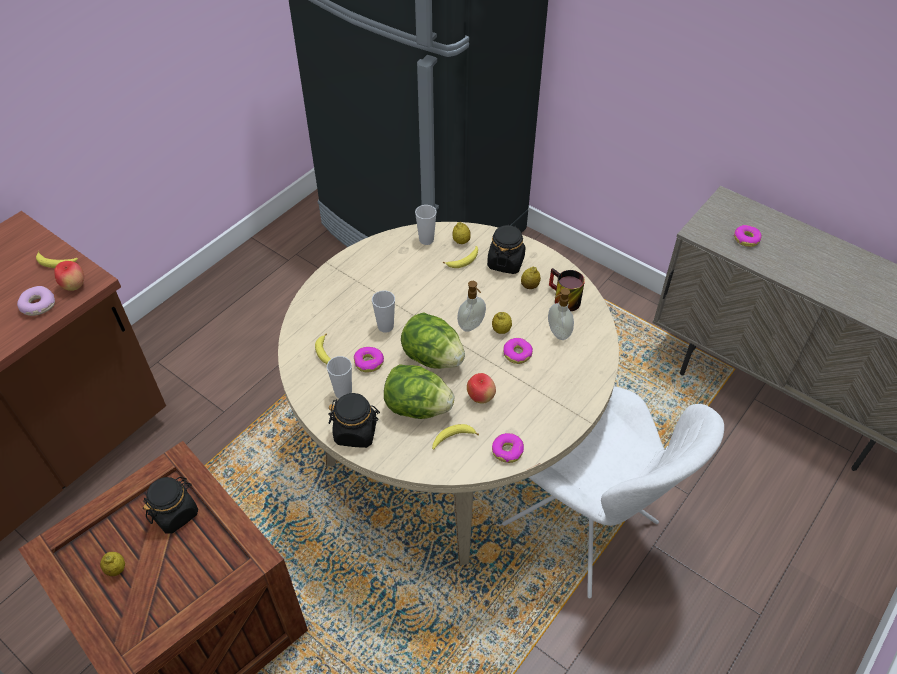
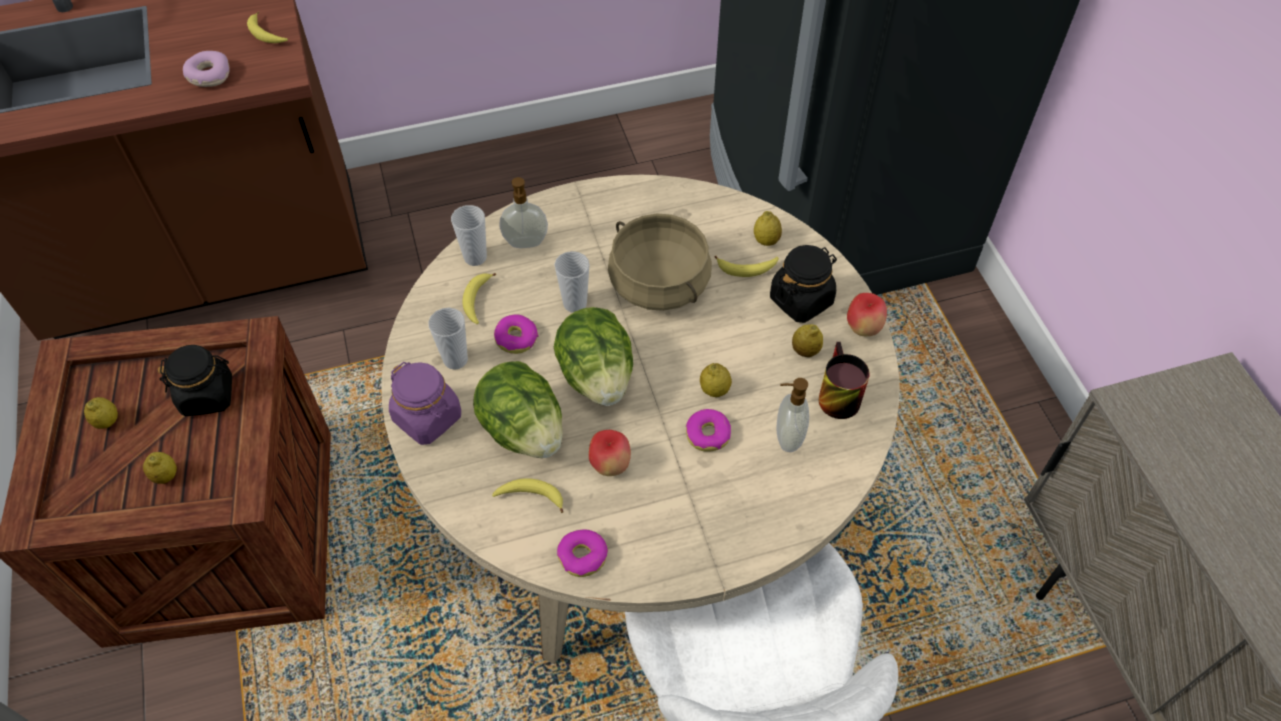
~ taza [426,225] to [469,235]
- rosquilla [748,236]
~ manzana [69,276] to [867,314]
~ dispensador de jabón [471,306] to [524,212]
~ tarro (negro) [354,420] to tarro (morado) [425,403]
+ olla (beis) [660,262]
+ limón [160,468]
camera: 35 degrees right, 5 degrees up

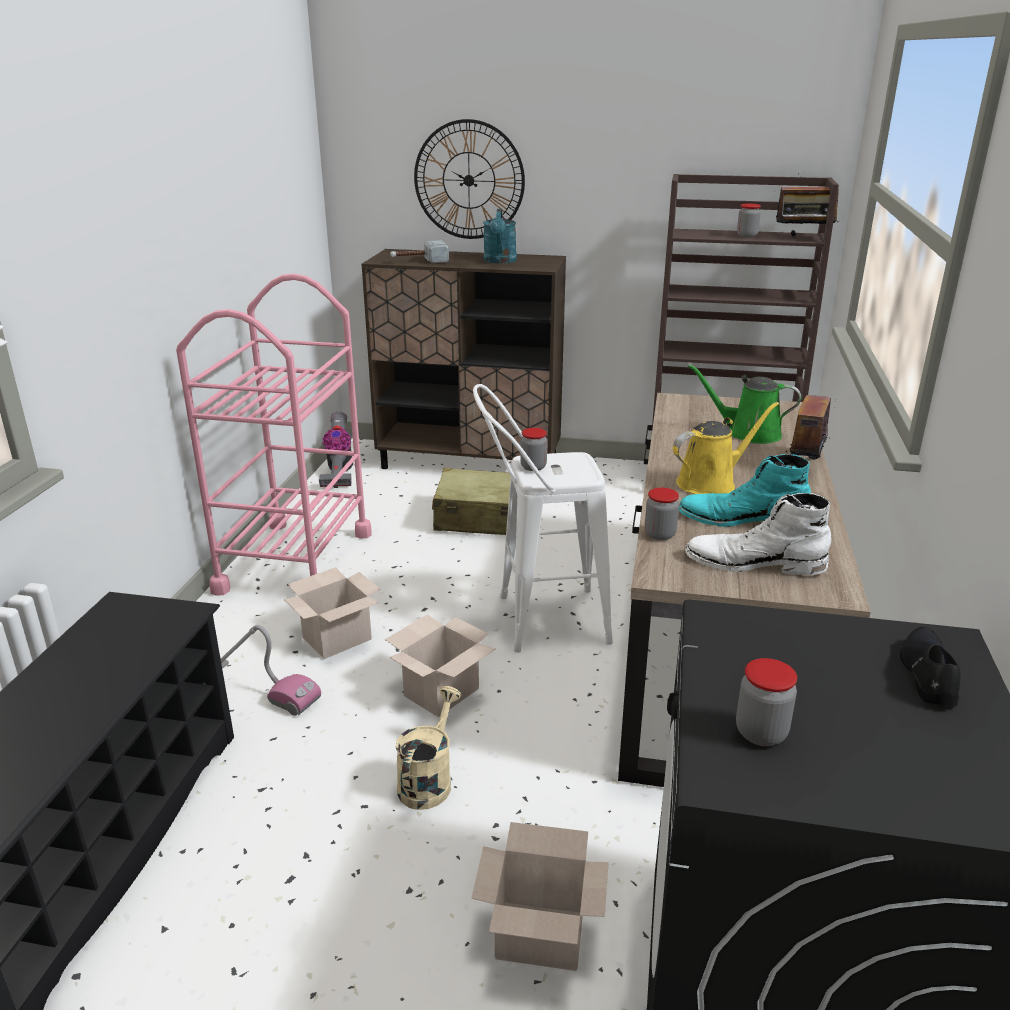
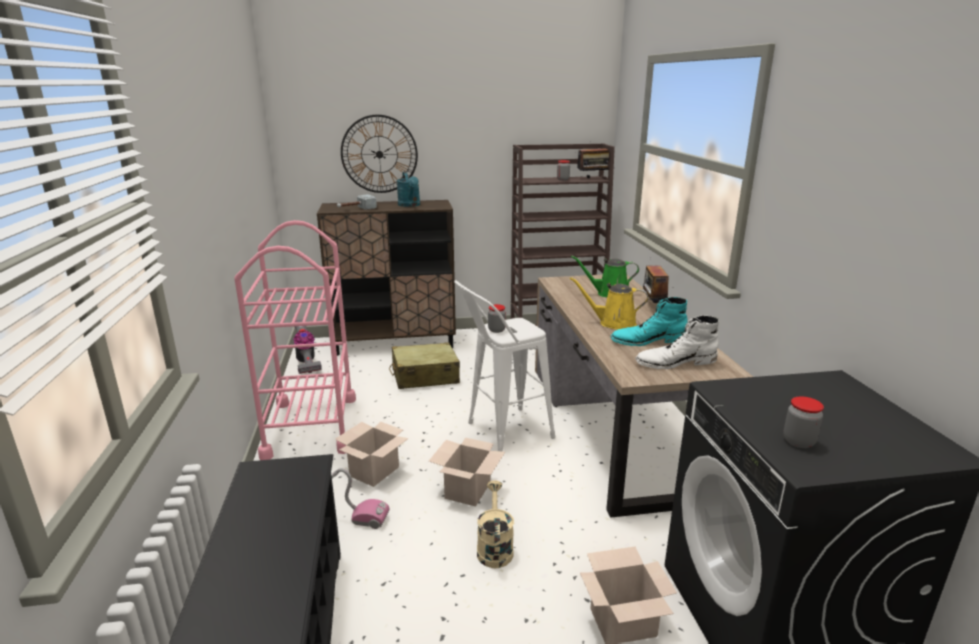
~ regadera (amarillo) [726,448] = [609,303] 120 degrees counterclockwise
- tarro [662,514]
- zapato (negro) [930,666]
camera: 20 degrees left, 5 degrees down

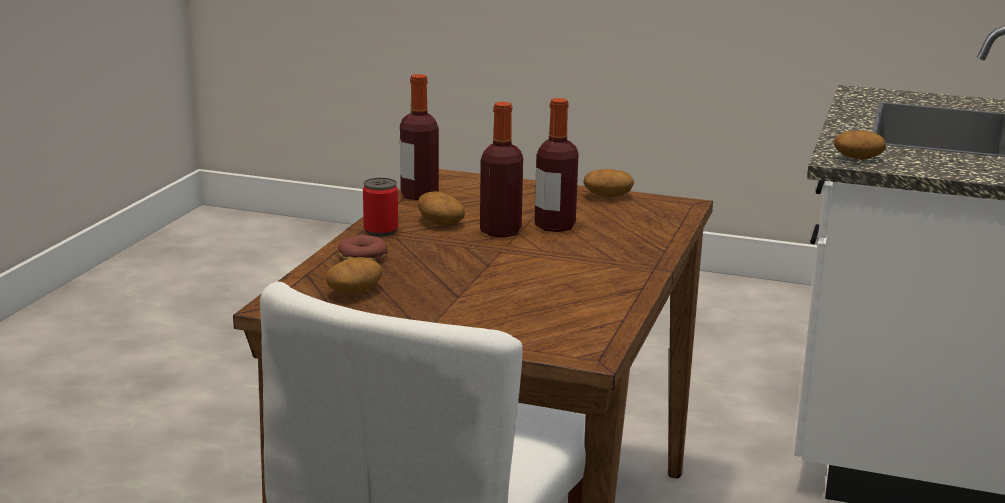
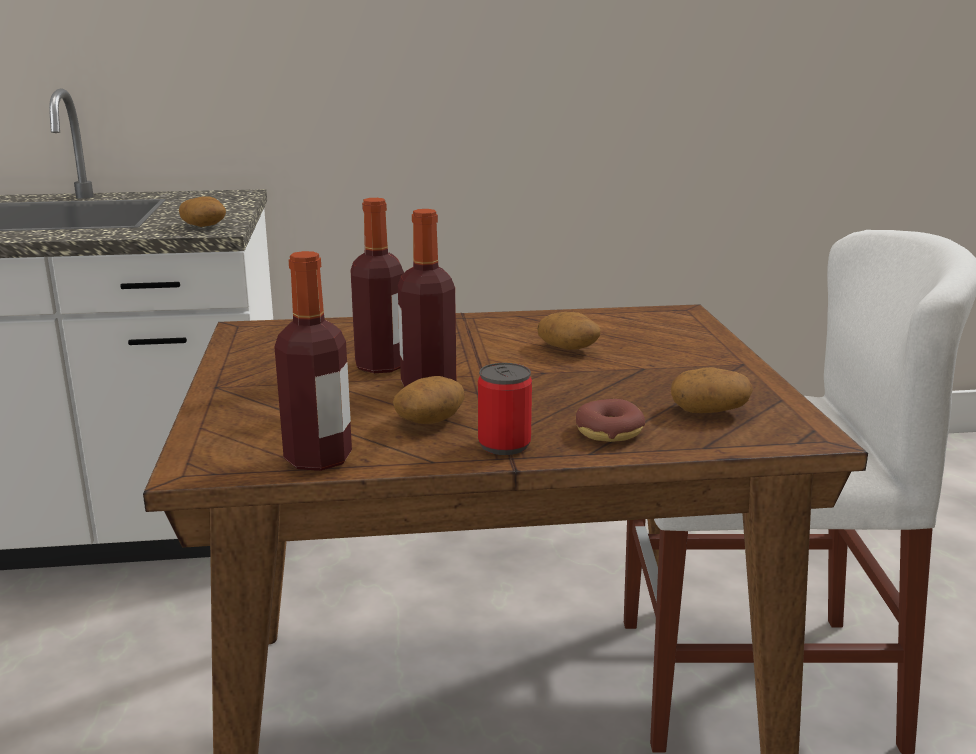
~ patata [608,183] to [568,331]
camera: 115 degrees left, 0 degrees up

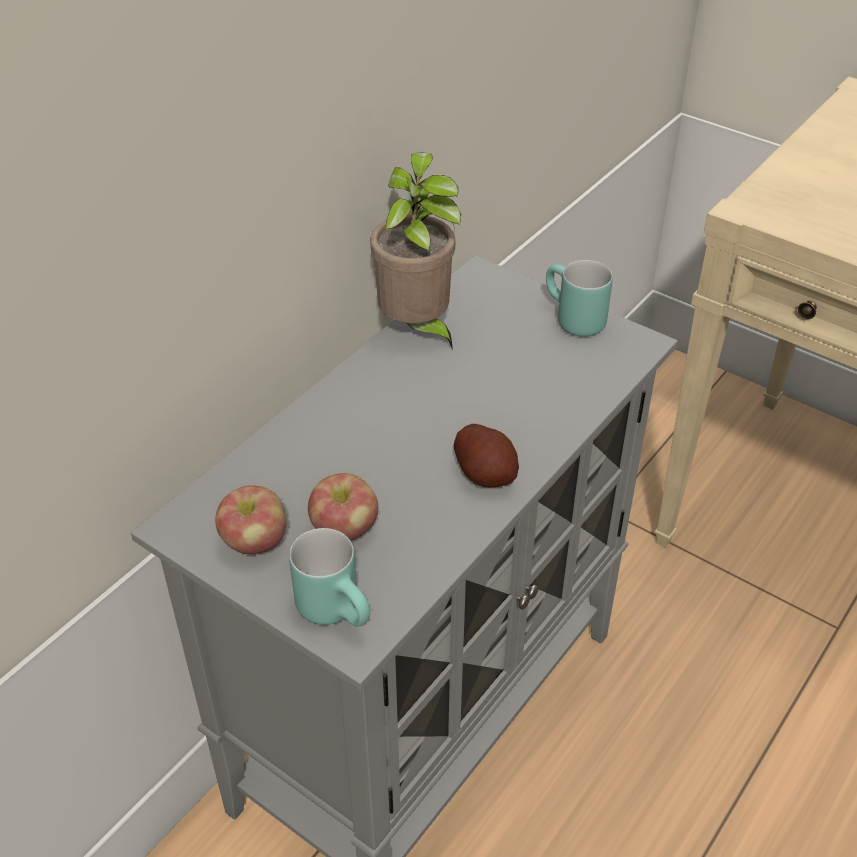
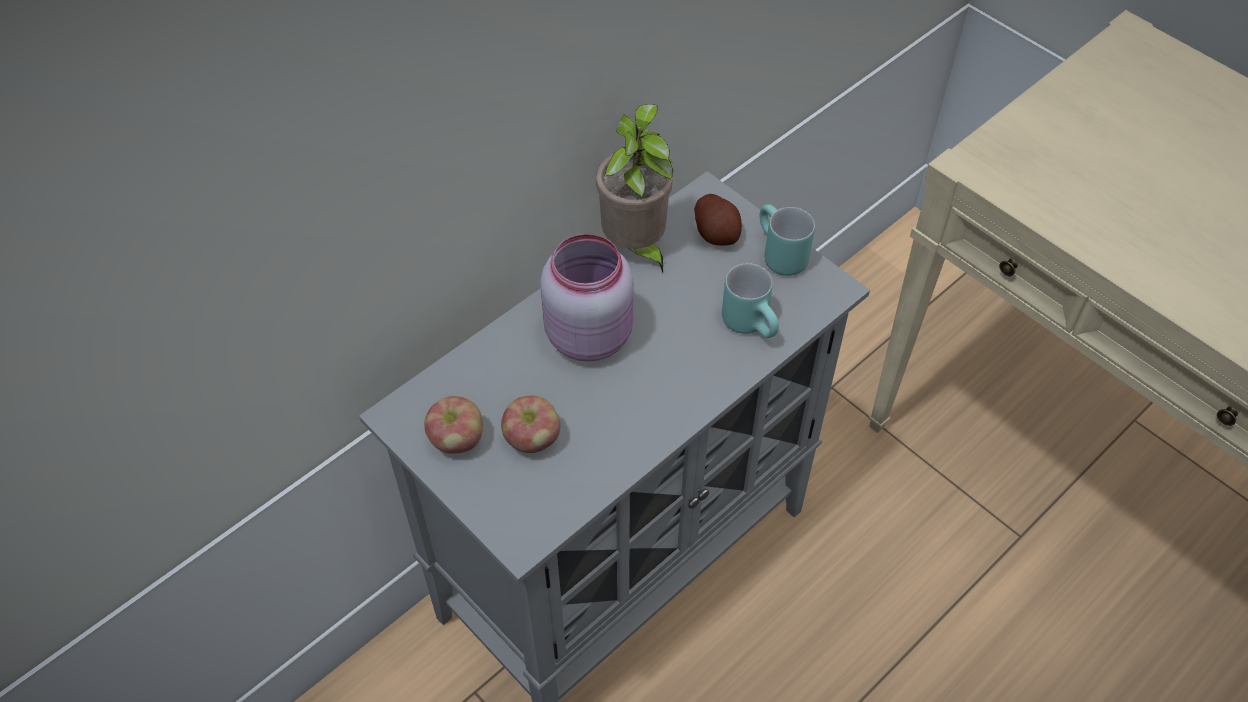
~ patata [486,455] to [718,220]
~ taza grande (turquesa) [329,577] to [750,300]
+ tarro (rosa) [587,298]
camera: 10 degrees right, 10 degrees up

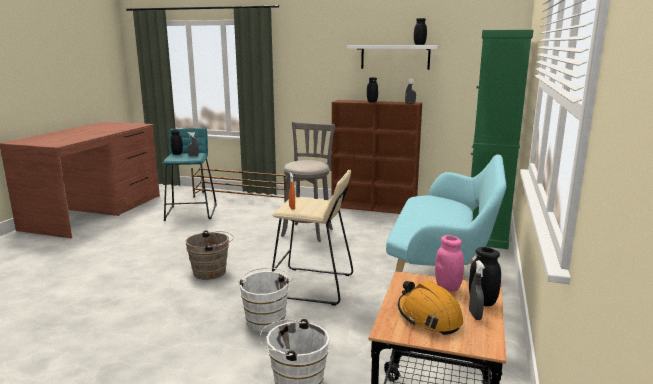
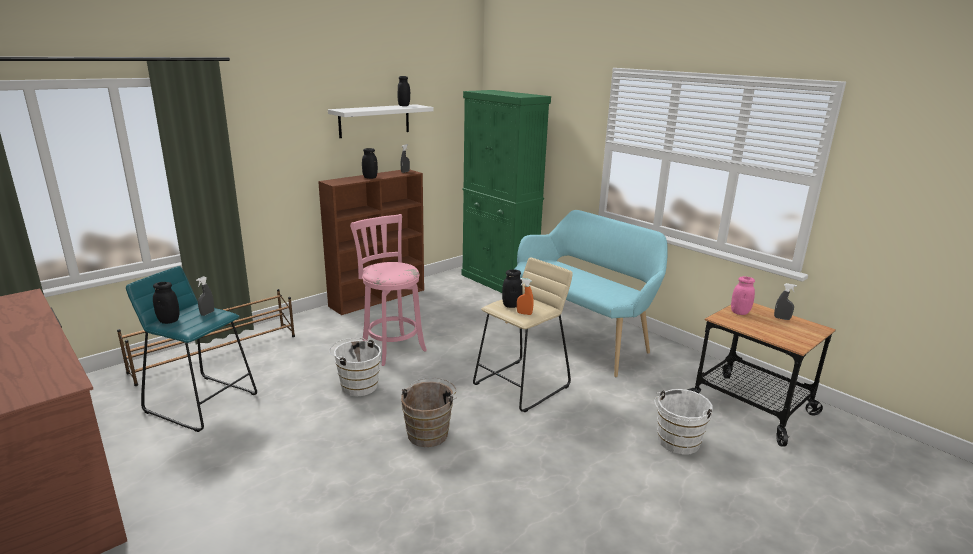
~ taburete (gris) [308,182] to taburete (rosa) [388,290]
~ tarro (negro) [485,276] to [512,288]
~ cubo (blanco) [265,300] to [355,367]
- casco (naranja) [431,308]
camera: 60 degrees left, 5 degrees up

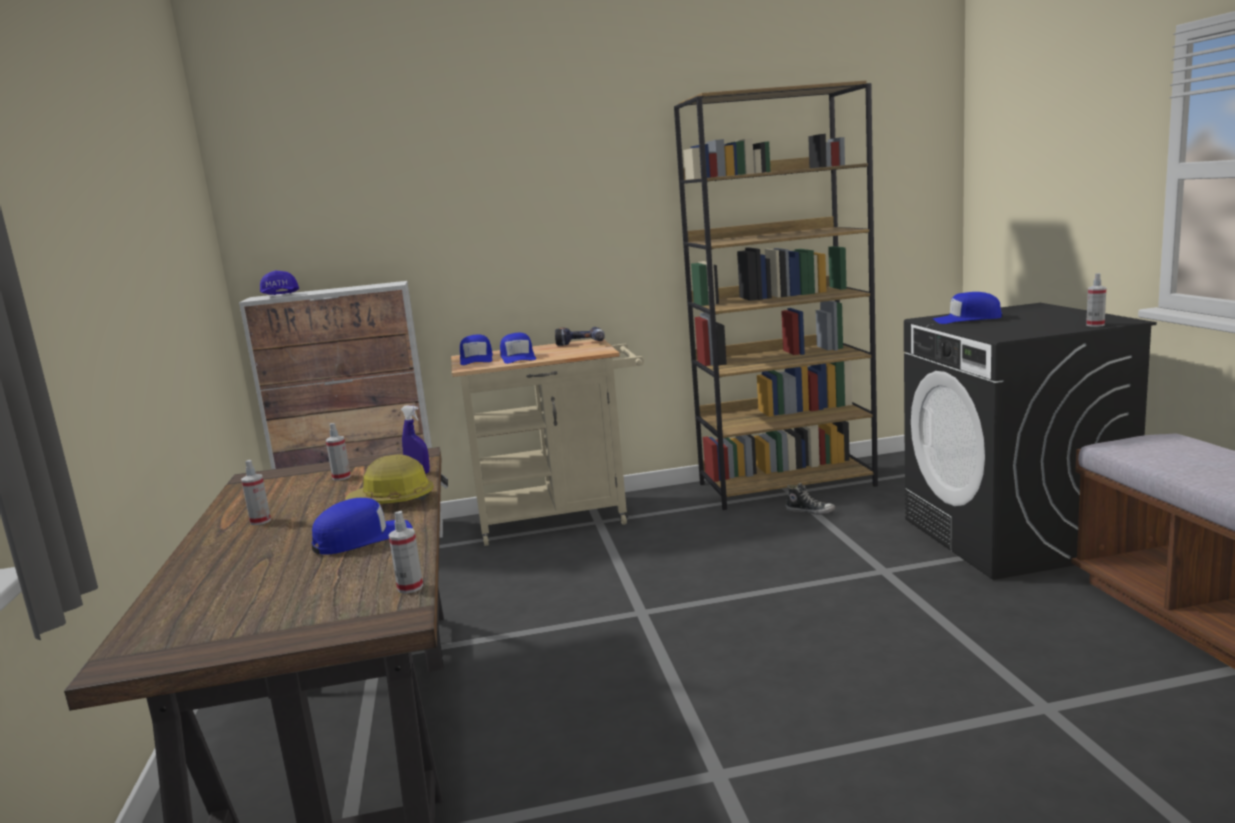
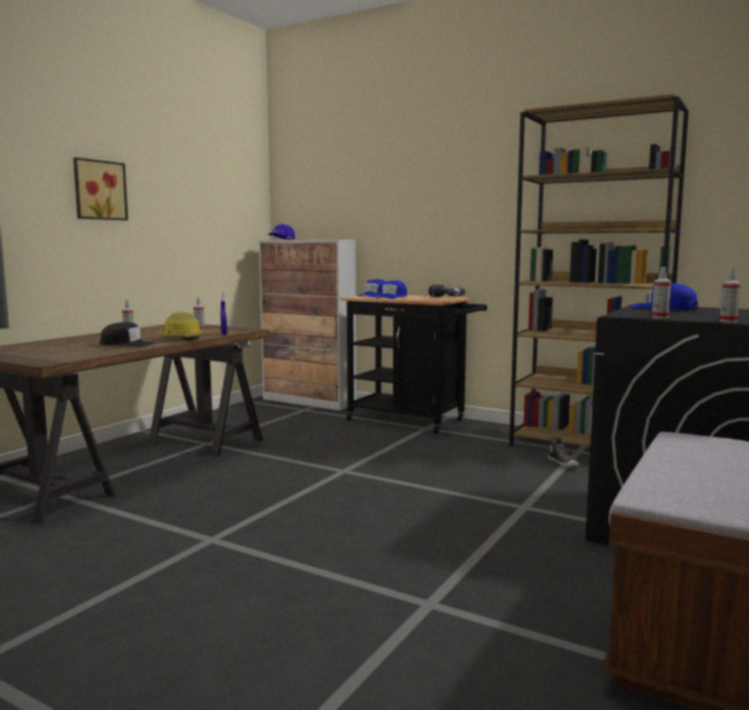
~ carrito (beis) [547,442] to carrito (negro) [413,364]
~ gorra (azul) [362,526] to gorra (negro) [127,334]
~ pulverizador [405,552] to [661,292]
+ cuadro [100,188]
camera: 40 degrees right, 5 degrees down

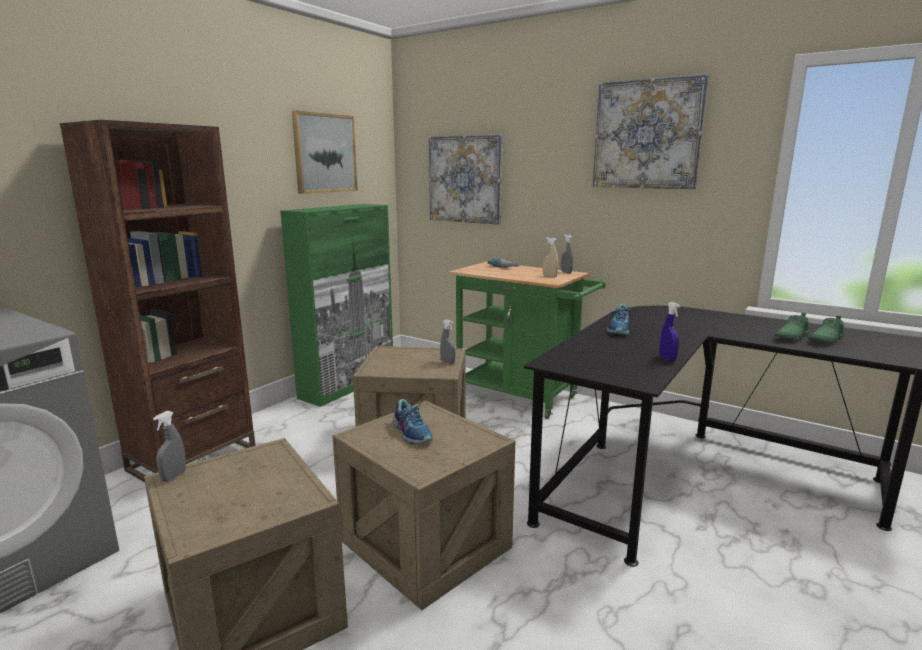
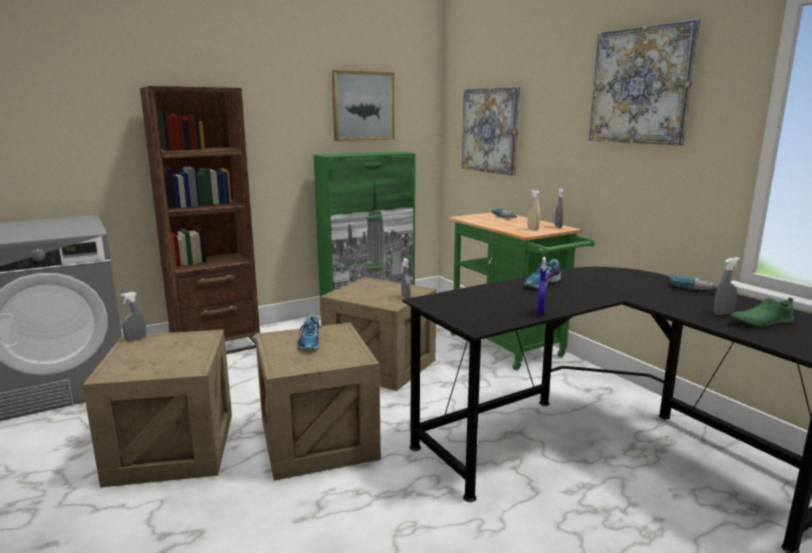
~ zapato (verde) [791,326] to pulverizador (gris) [727,286]
+ taladro [693,282]
camera: 25 degrees right, 0 degrees up

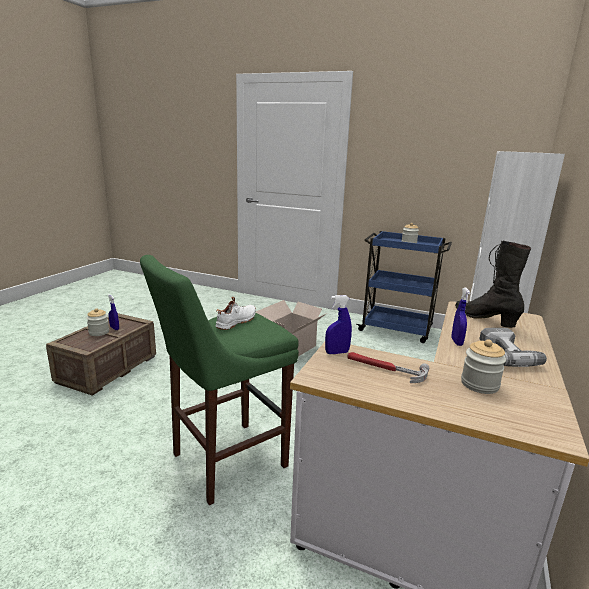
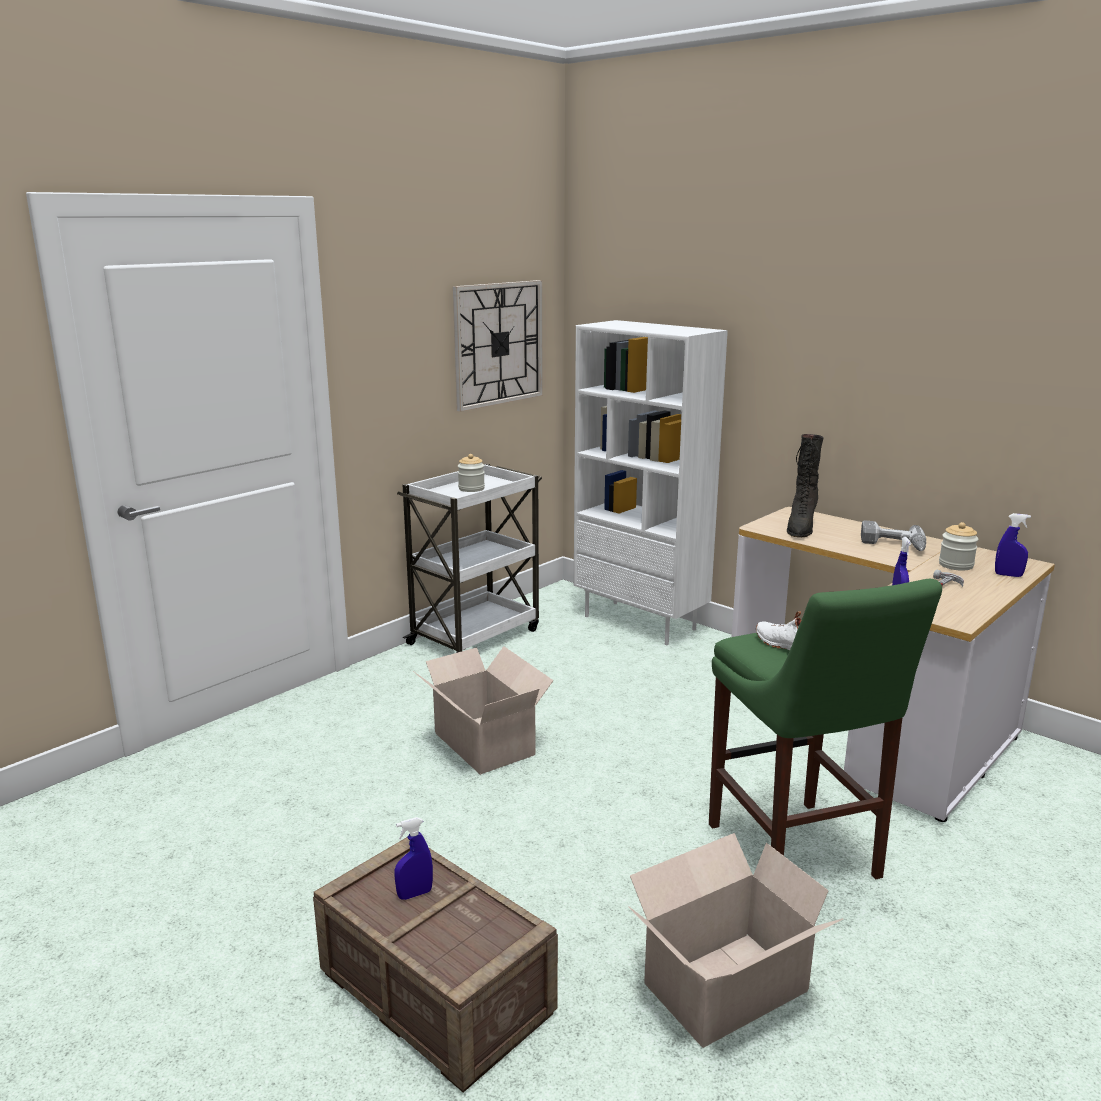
~ carrito (azul) [404,287] to carrito (blanco) [469,558]
~ bota (negro) [493,284] = [805,485] 60 degrees counterclockwise
~ pulverizador (azul) [460,316] to [1013,545]
- tarro [98,322]
+ reloj de pared [498,346]
+ caja de cartón [736,940]
camera: 70 degrees left, 0 degrees up

